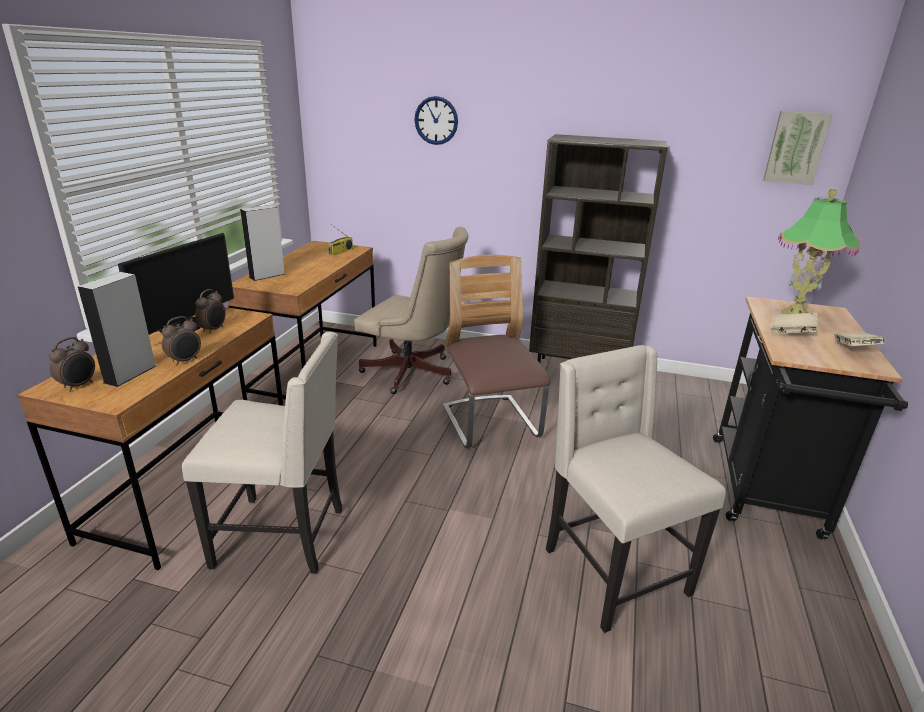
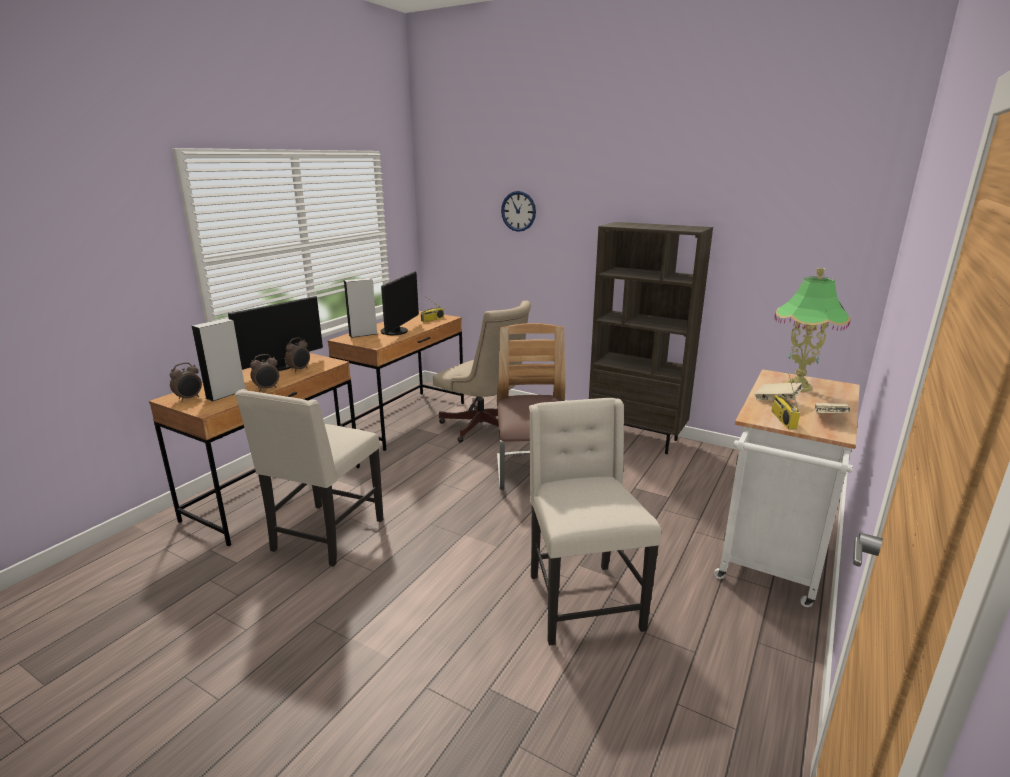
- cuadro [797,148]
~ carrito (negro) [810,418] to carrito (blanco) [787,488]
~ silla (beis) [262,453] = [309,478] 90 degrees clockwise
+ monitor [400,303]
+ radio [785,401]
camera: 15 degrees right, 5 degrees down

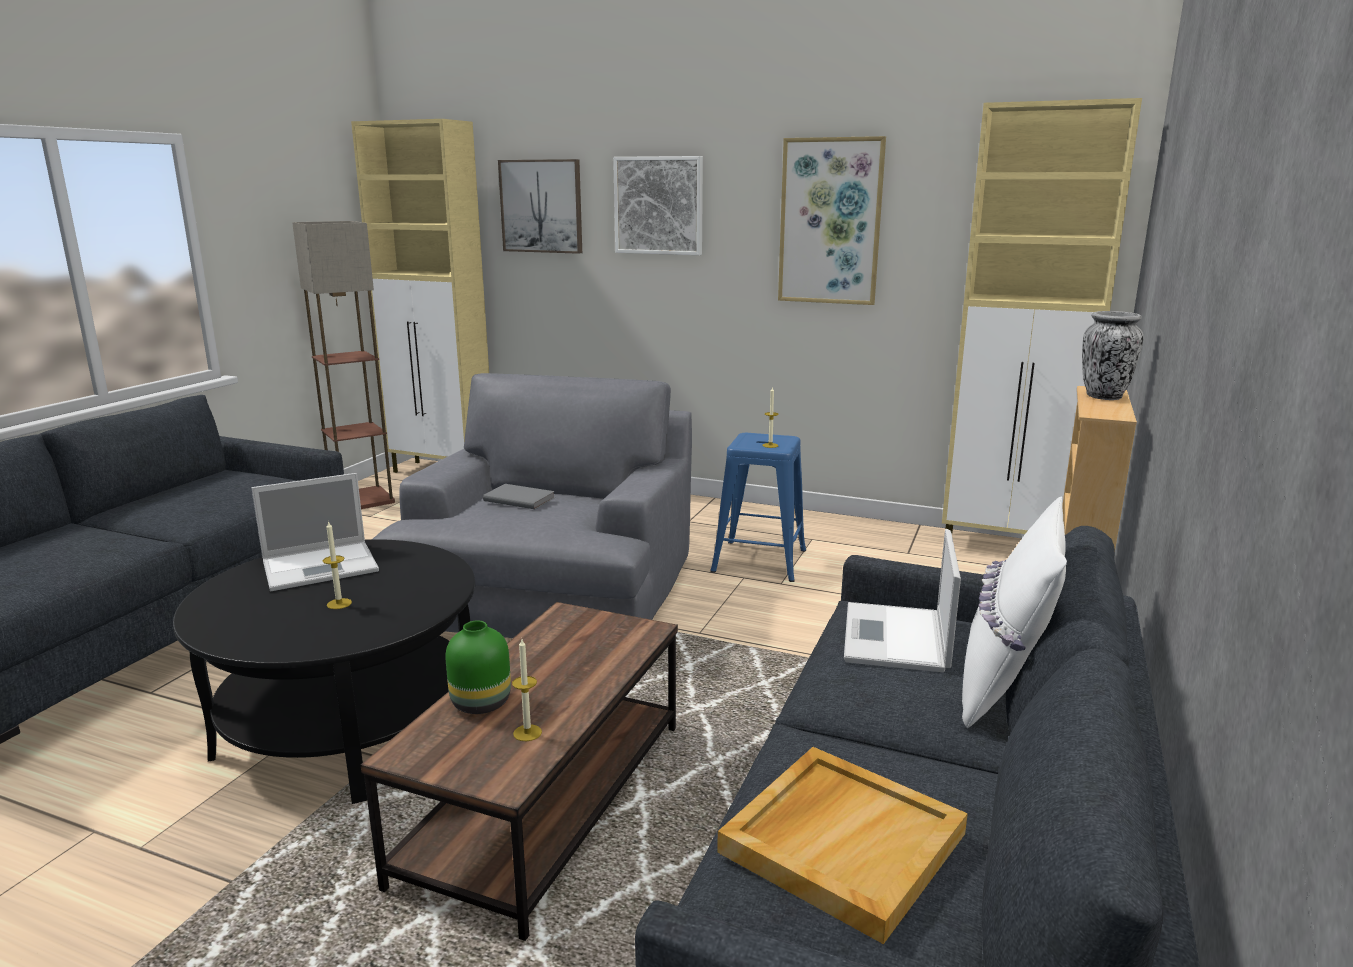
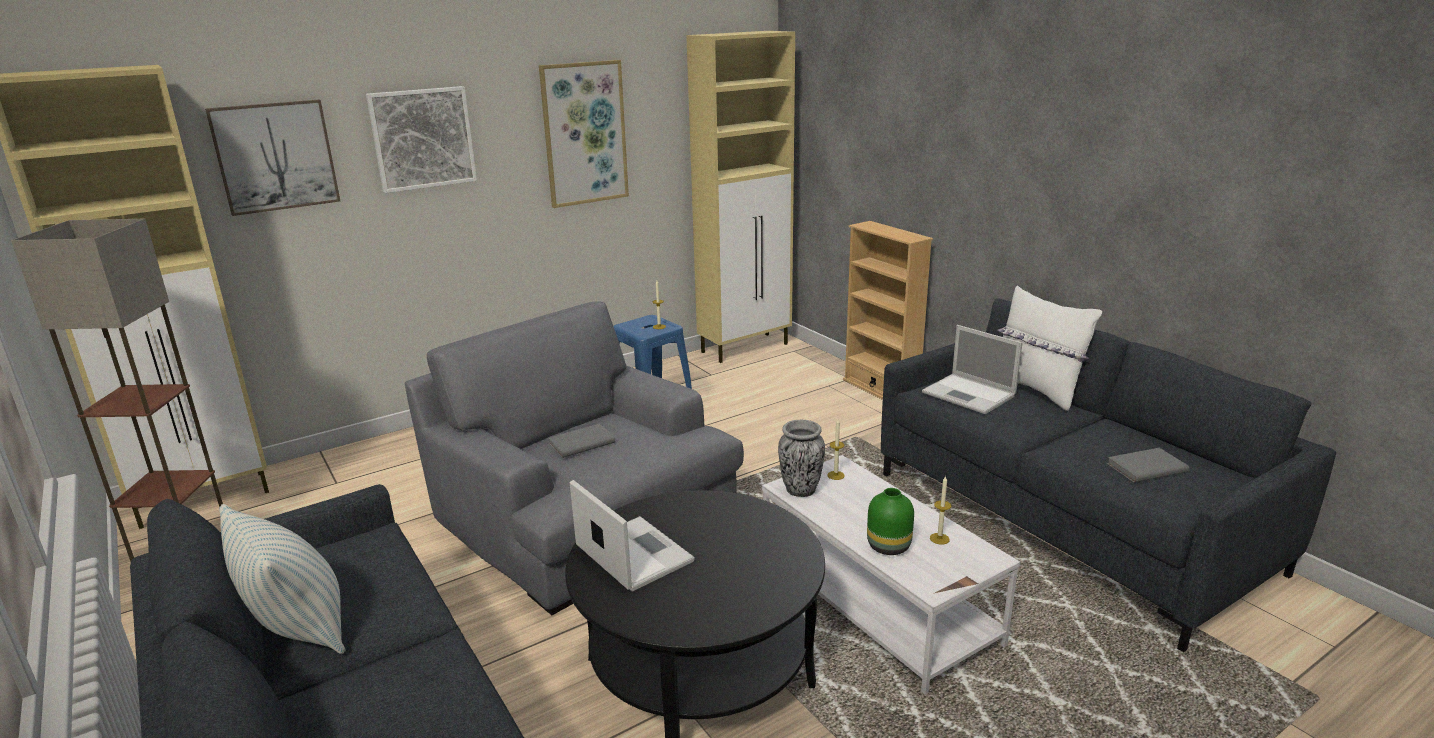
~ florero [1113,355] to [801,458]
~ portátil [315,532] = [632,536] 45 degrees counterclockwise
~ vela [337,565] to [836,450]
~ mesa de centro (marrón) [519,771] to mesa de centro (blanco) [891,574]
~ bandeja (beis) [842,845] to libro (gris) [1148,465]
+ cojín [282,579]
camera: 55 degrees left, 5 degrees up

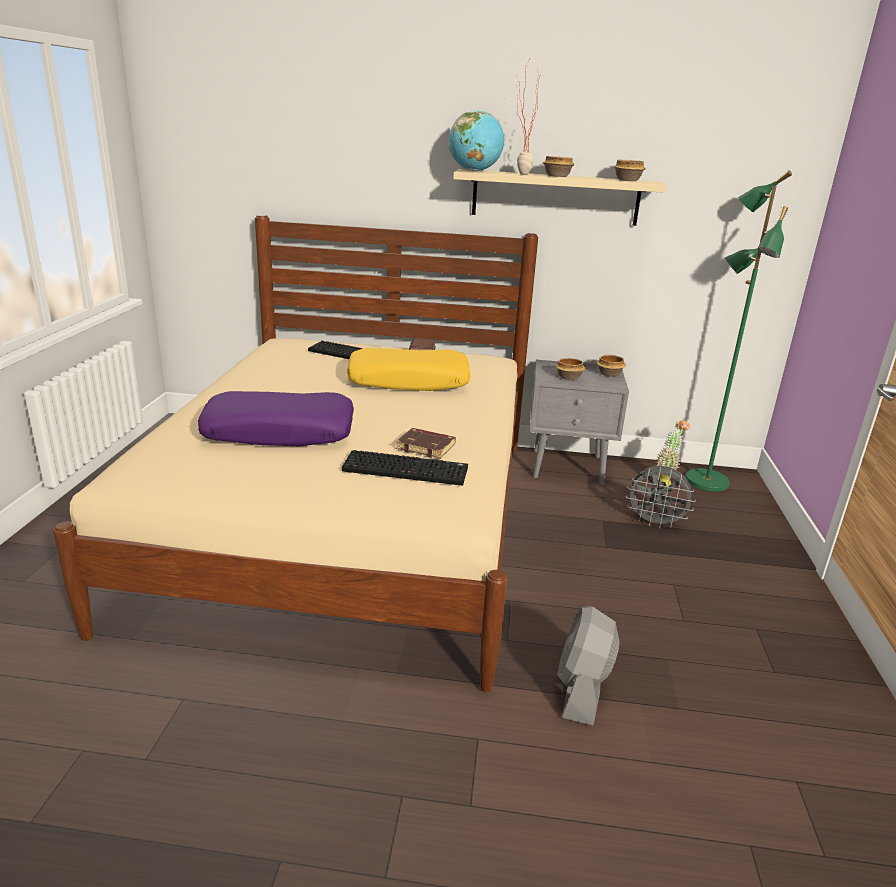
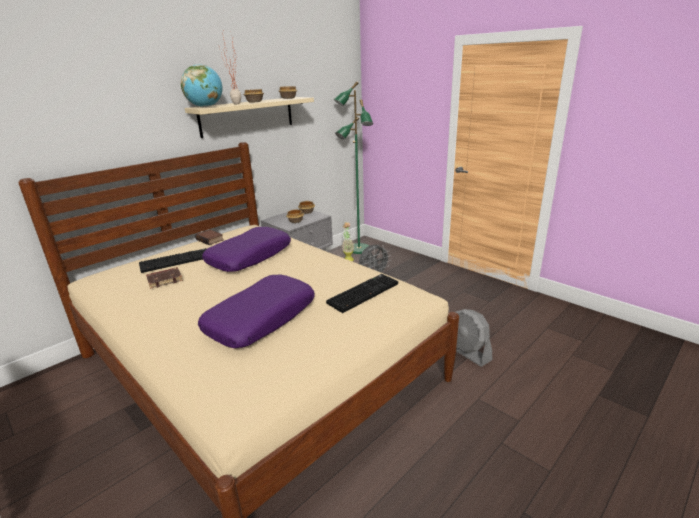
~ cojín (amarillo) [409,369] to cojín (morado) [246,249]
~ libro (marrón) [426,443] to [164,278]
camera: 50 degrees left, 0 degrees up

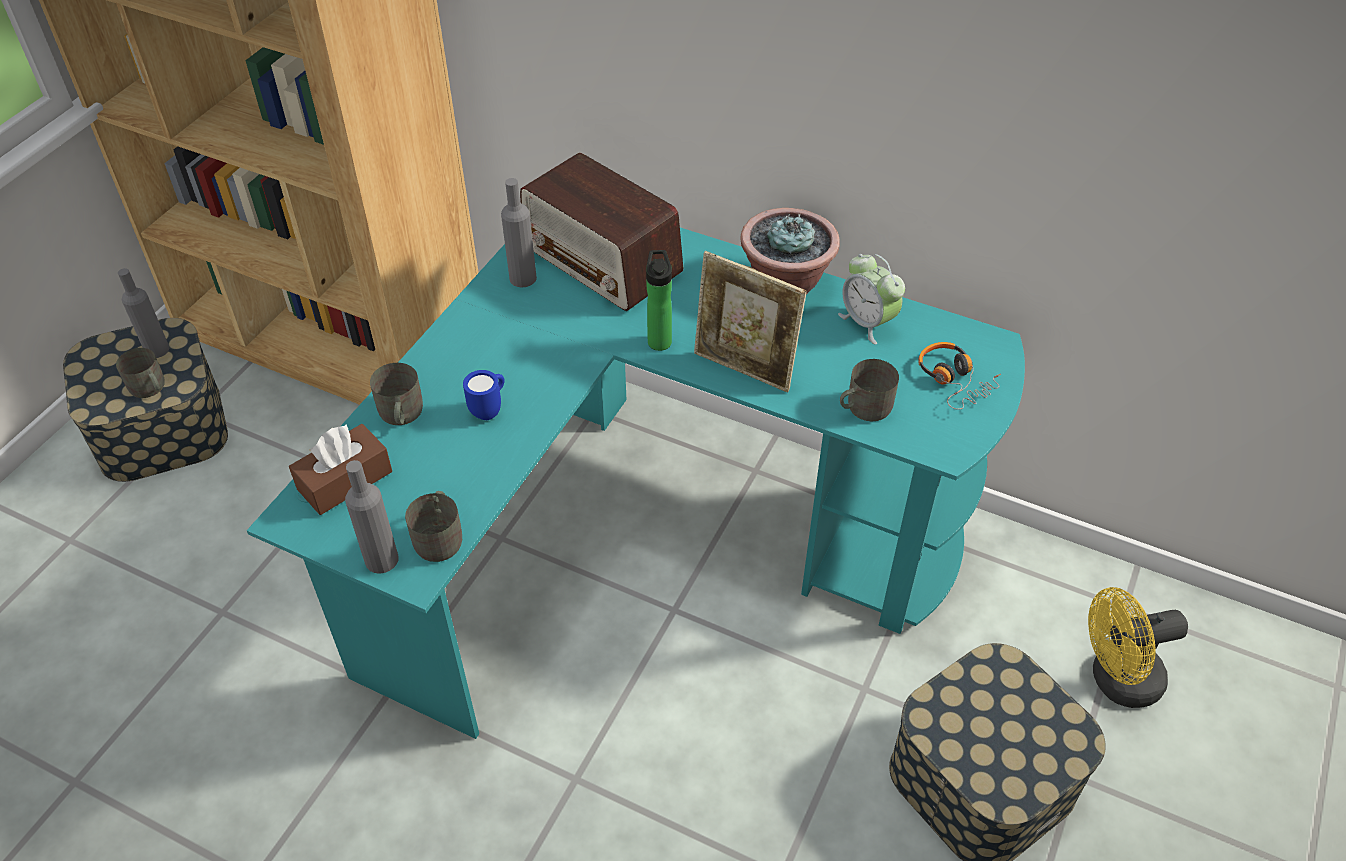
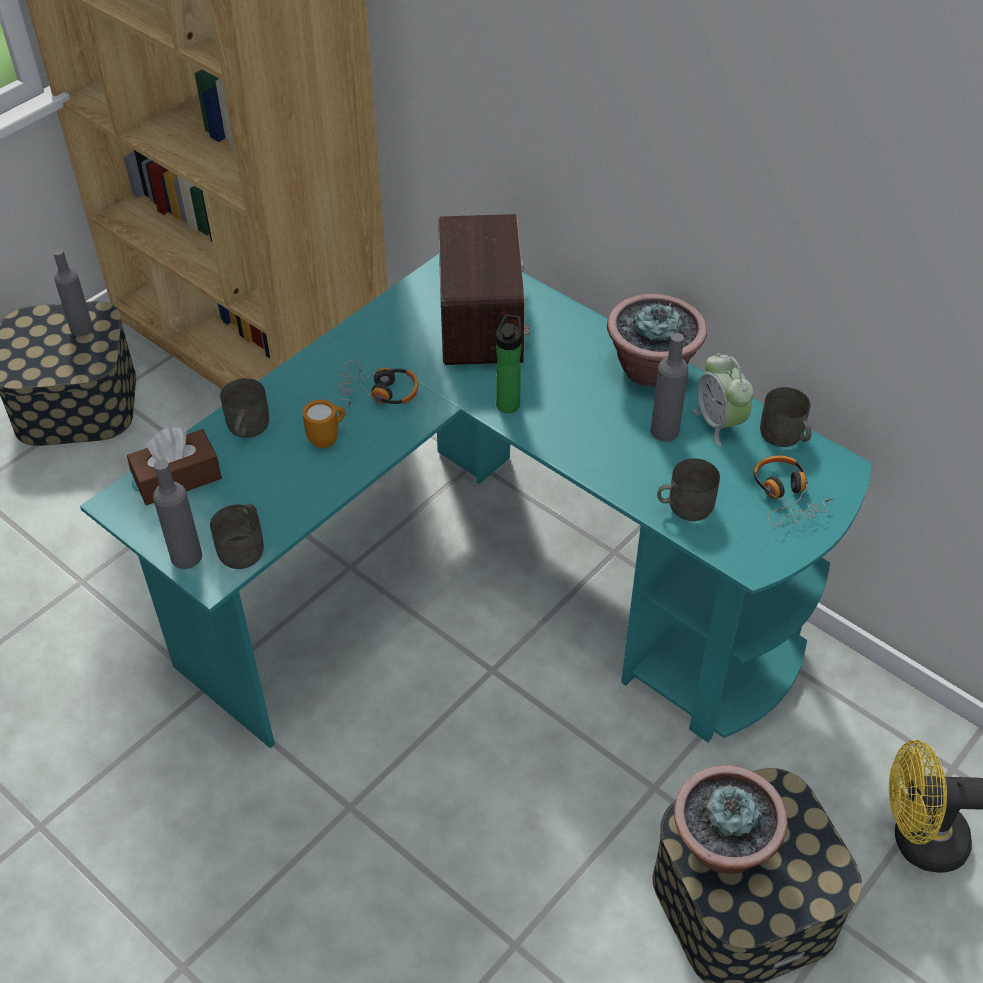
~ radio [601,231] = [484,289] 150 degrees counterclockwise
~ botella (gris) [519,232] to [669,387]
- portarretratos [750,321]
~ taza grande (gris) [140,373] to [785,417]
~ taza grande (azul) [484,395] to taza grande (naranja) [323,424]
+ auriculares [378,384]
+ planta en maceta [731,819]
camera: 15 degrees right, 0 degrees up

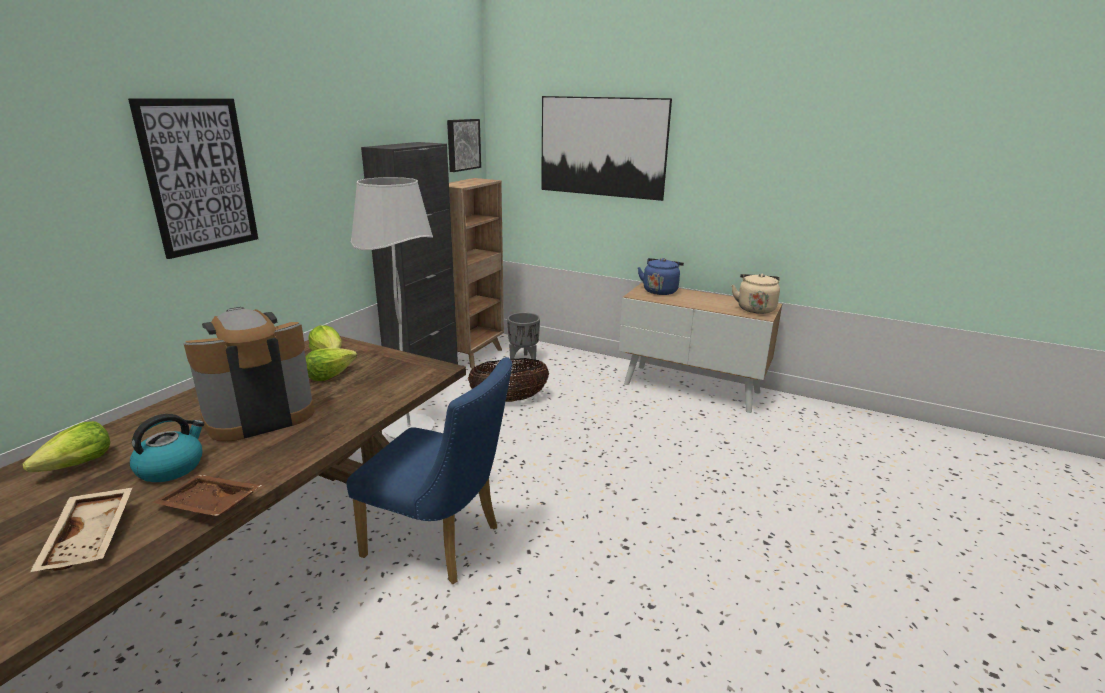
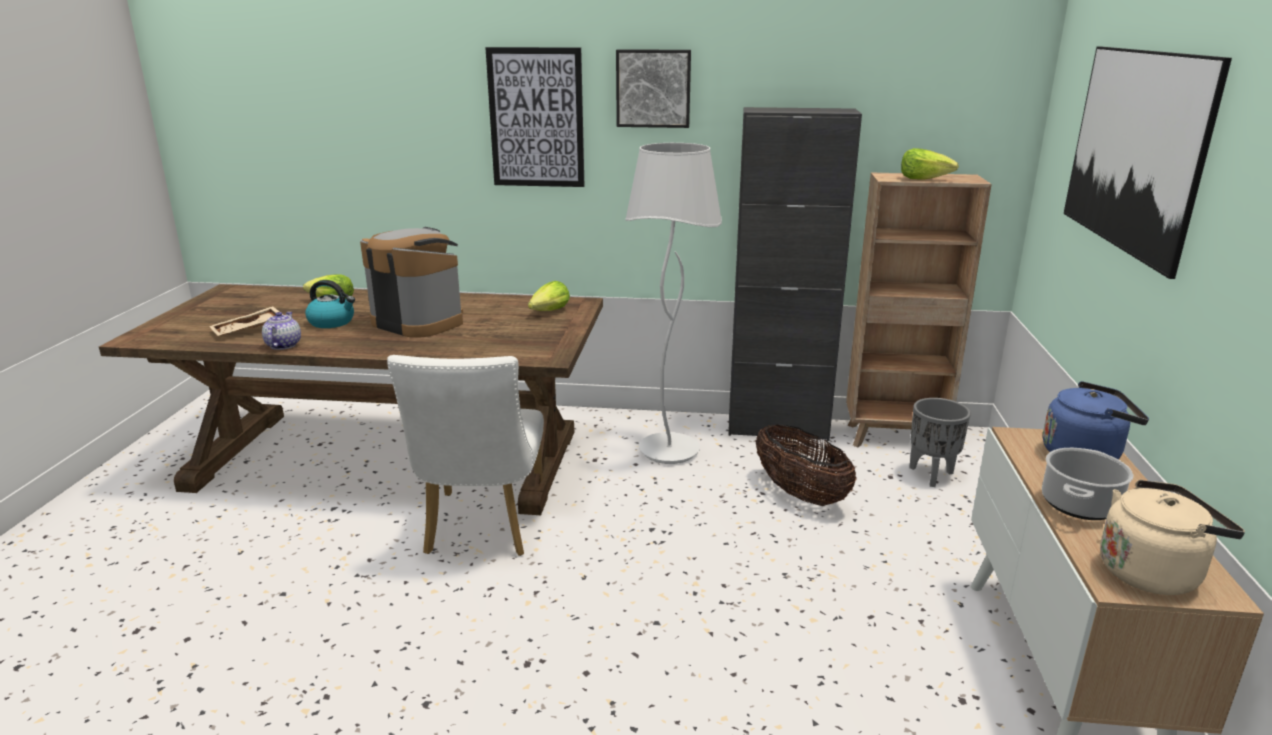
~ cuadro [464,145] to [653,88]
~ lechuga [331,364] to [930,163]
~ silla (azul) [429,470] to silla (blanco) [465,455]
~ bandeja (marrón) [207,495] to tetera [281,331]
+ olla [1087,484]
camera: 70 degrees right, 0 degrees up

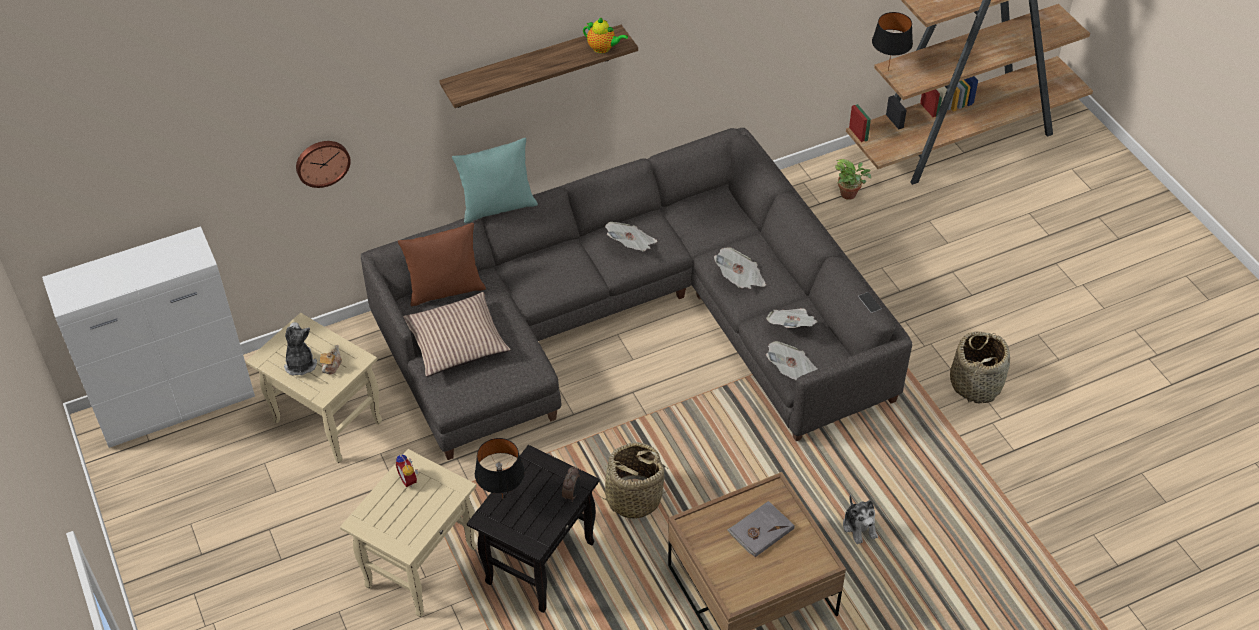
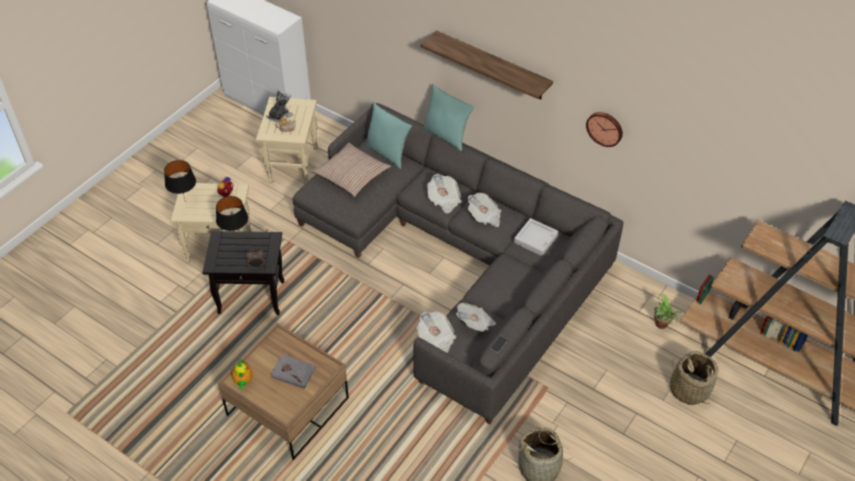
~ lámpara de mesa (negro) [892,41] to [180,181]
~ tetera [605,35] to [242,374]
~ reloj de pared [323,164] to [604,129]
~ cojín (marrón) [442,264] to cojín (turquesa) [388,136]
~ periódico [740,268] to [444,193]
~ cesta [632,480] to [694,378]
- peluche [860,519]
+ bandeja (gris) [536,237]
camera: 60 degrees right, 0 degrees up

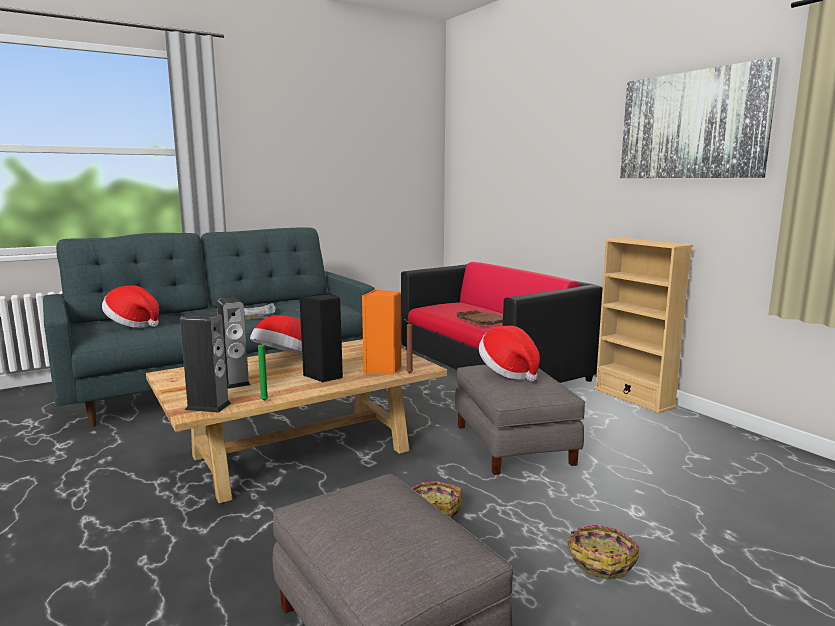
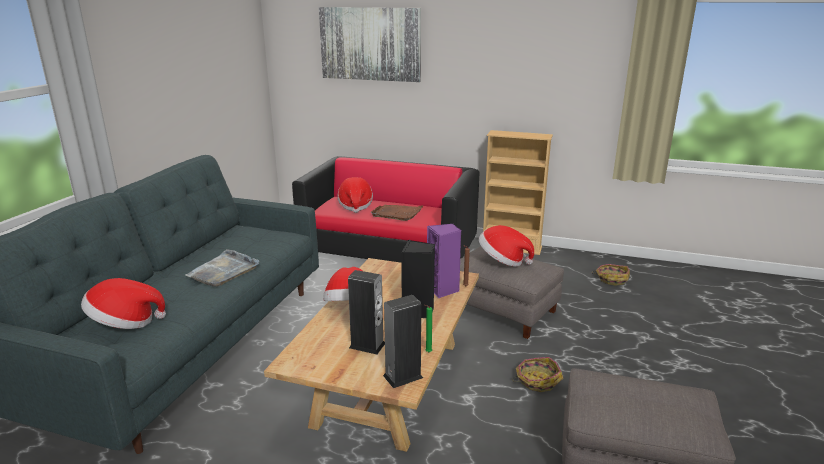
~ cuadro [700,117] to [370,44]
~ altavoz (naranja) [382,332] to altavoz (morado) [444,261]
~ cesta [603,552] to [611,275]
+ sombrero [355,195]
camera: 40 degrees left, 10 degrees up

